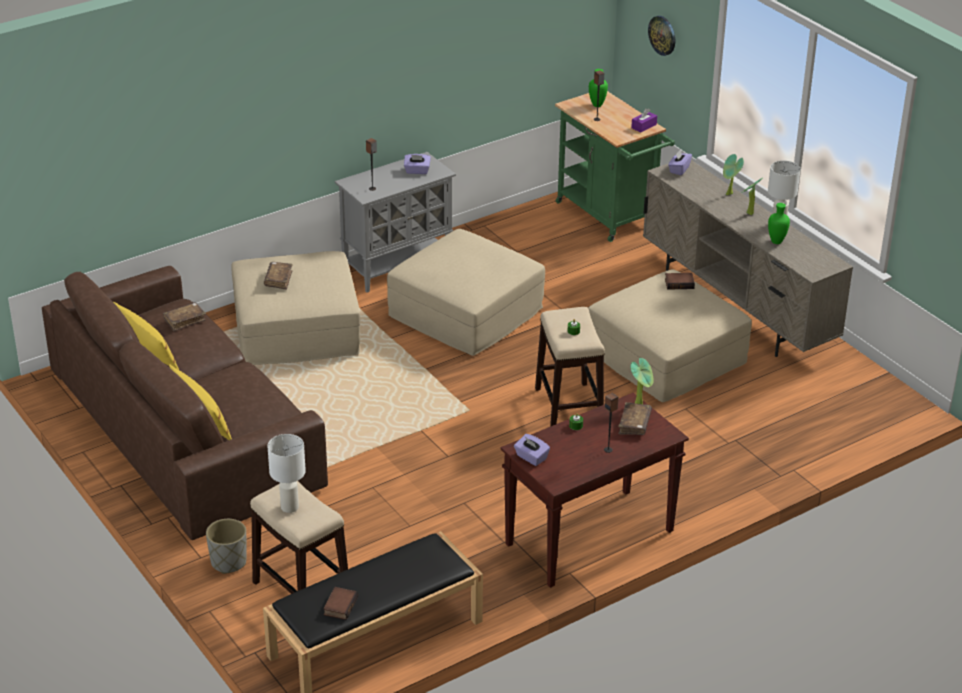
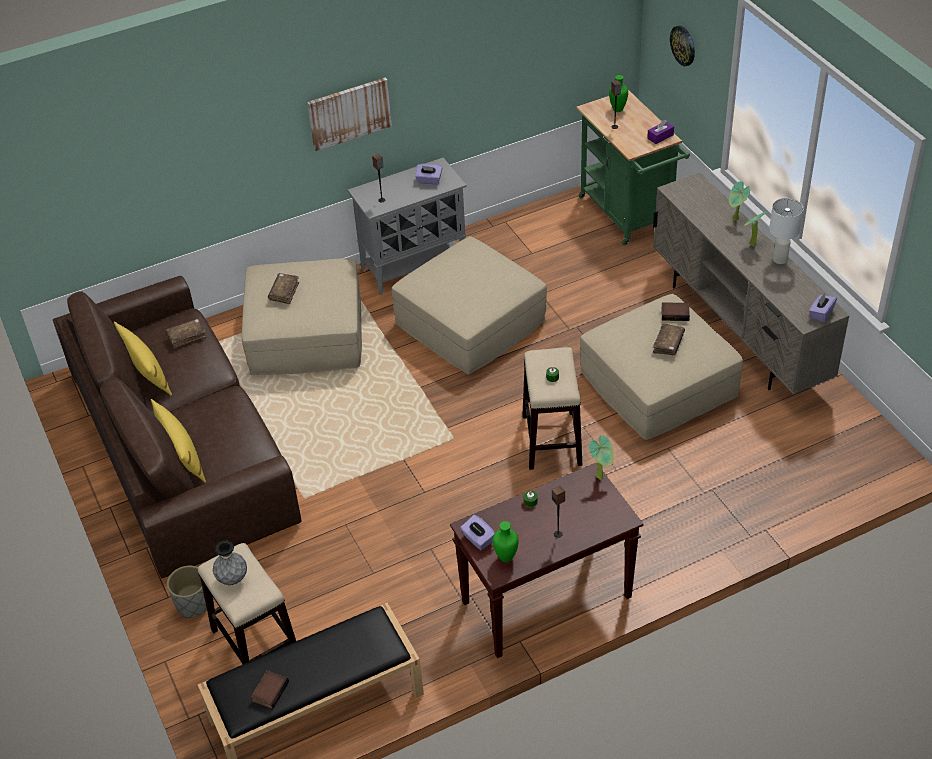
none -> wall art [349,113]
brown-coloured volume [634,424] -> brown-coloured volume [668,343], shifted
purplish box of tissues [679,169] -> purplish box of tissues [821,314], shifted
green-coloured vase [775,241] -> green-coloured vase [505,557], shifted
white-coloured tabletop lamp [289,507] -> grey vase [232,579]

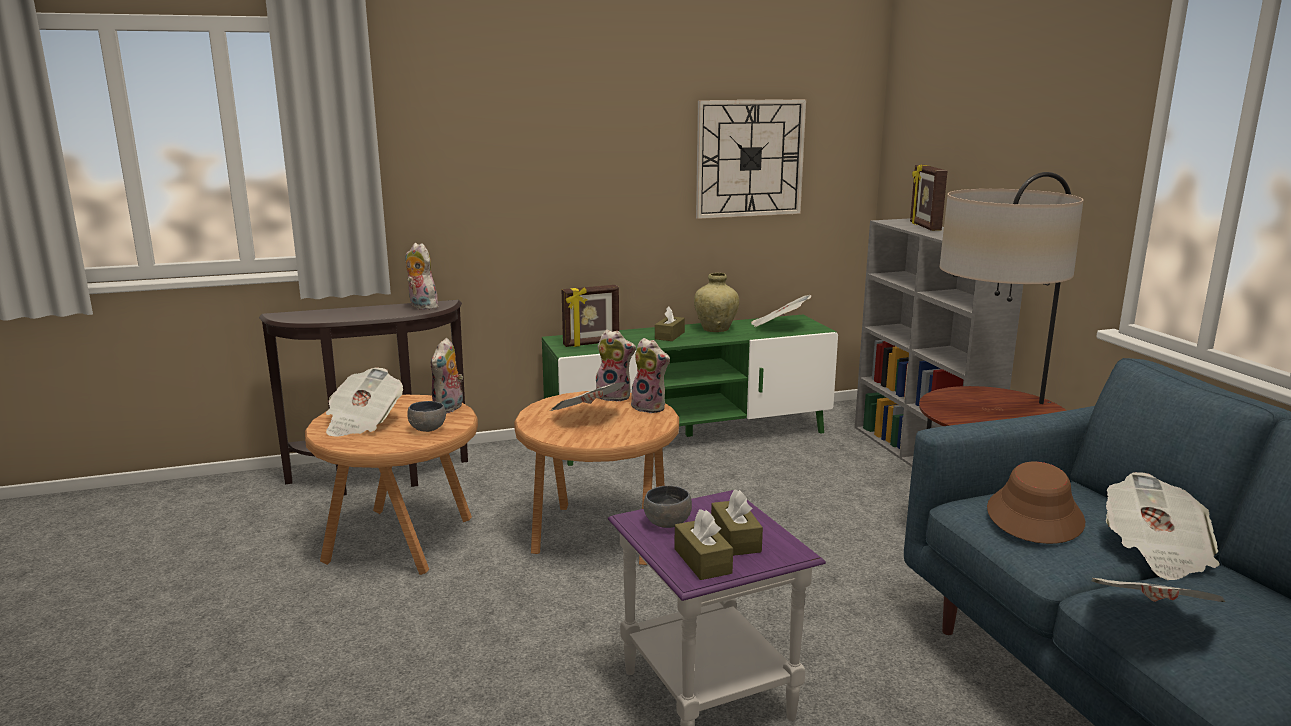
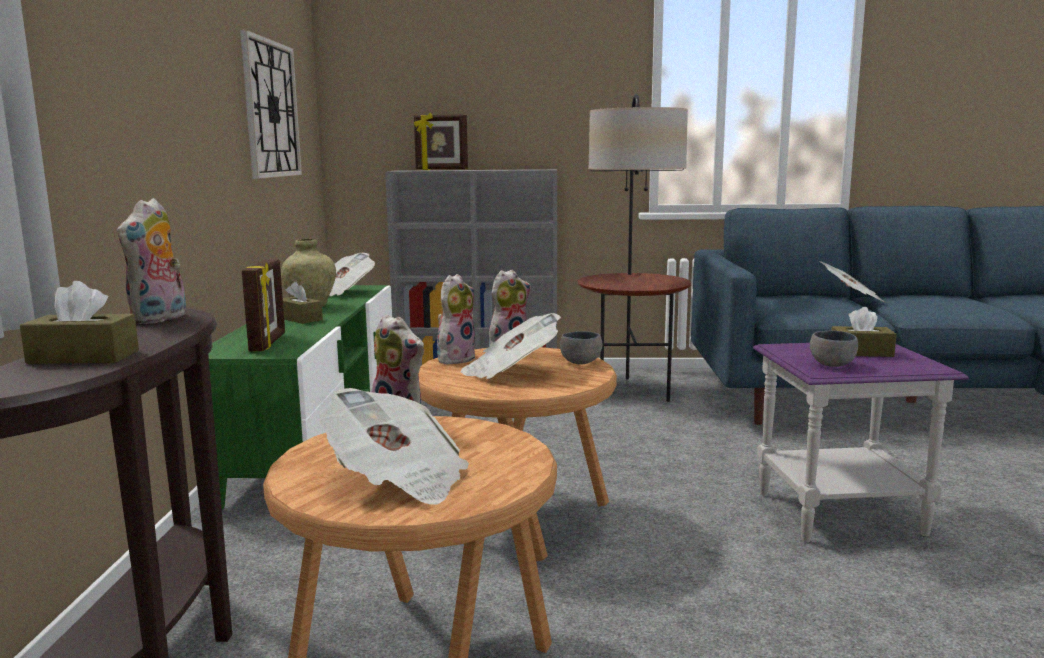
brown-coloured hat [1035,516] -> none
printed paper [1149,618] -> none
grey bowl [429,429] -> grey bowl [579,362], shifted
brown-coloured box of tissues [702,561] -> brown-coloured box of tissues [83,357], shifted
plush toy [421,307] -> plush toy [160,319], 45 degrees counterclockwise

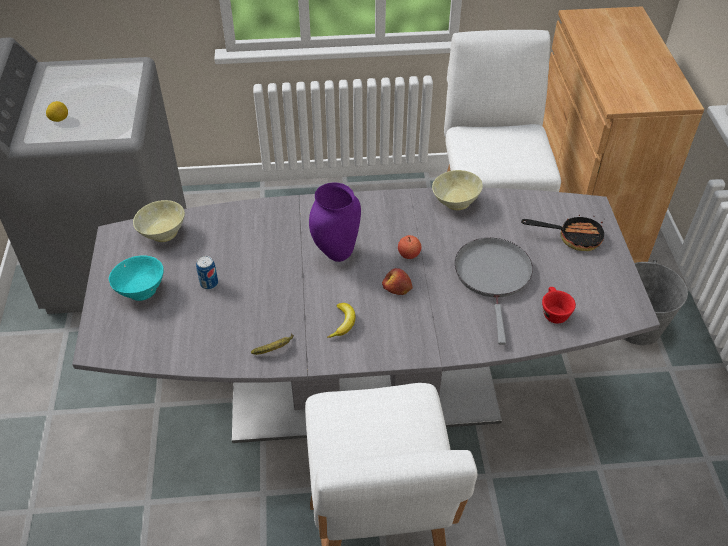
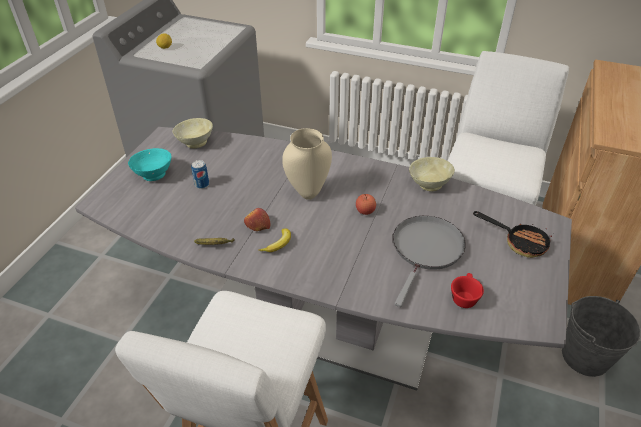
apple [397,288] -> apple [257,225], shifted
purplish vase [337,255] -> sand-coloured vase [308,194]

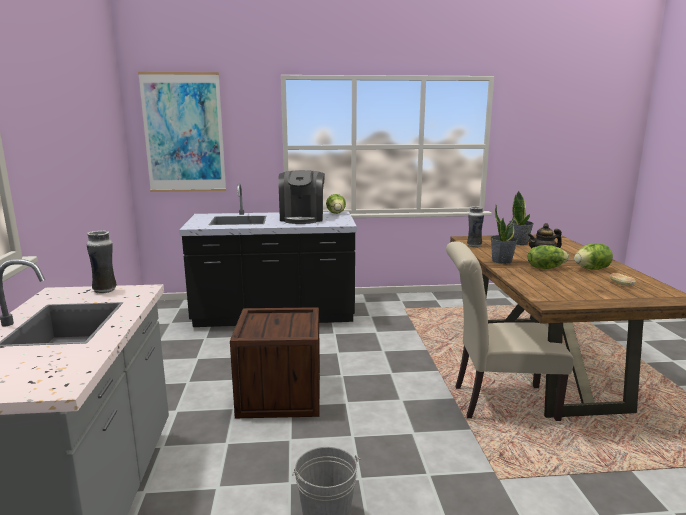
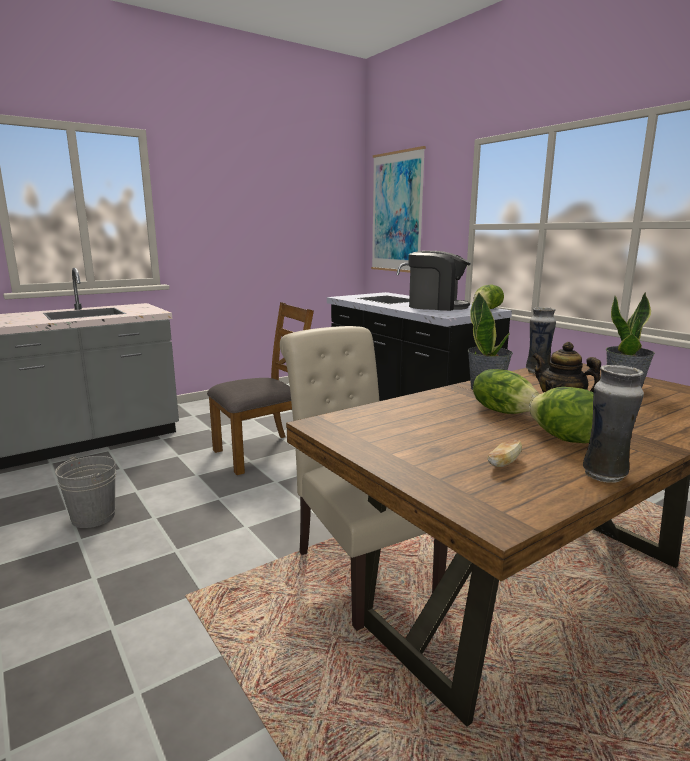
vase [105,290] -> vase [605,475], shifted
shipping crate [280,395] -> brown-coloured plain chair [263,453]
coffee machine [302,218] -> coffee machine [436,306], 135 degrees counterclockwise

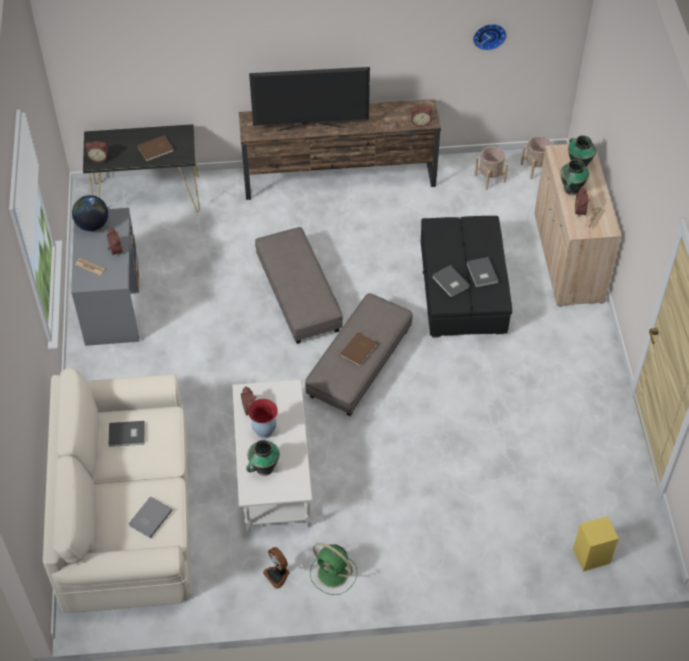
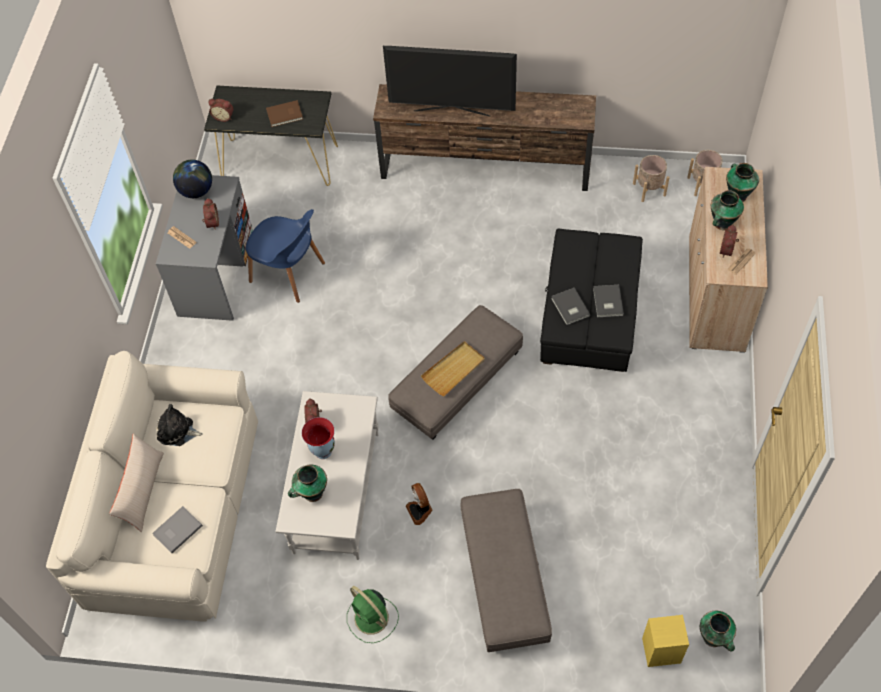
table clock [420,122] -> none
wall clock [489,35] -> none
none -> sand-coloured throw pillow [142,491]
none -> blue plain chair [289,273]
none -> vase [713,638]
grey ottoman [298,294] -> grey ottoman [504,577], shifted
cooling fan [278,575] -> cooling fan [420,510], shifted
grey volume [127,435] -> plush toy [177,431]
brown-coloured volume [359,350] -> sand-coloured serving tray [454,370]

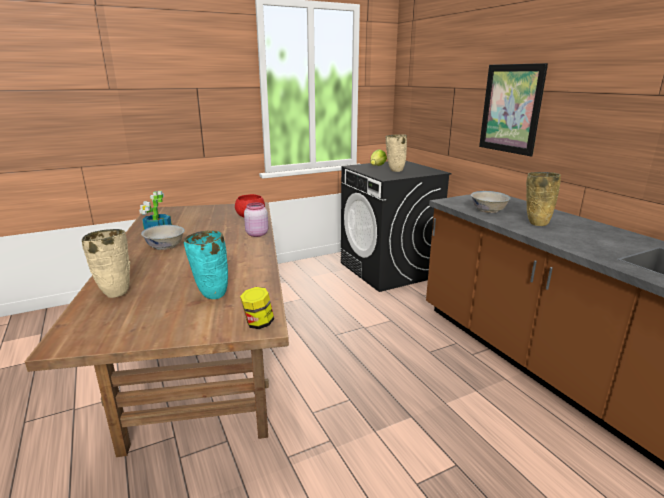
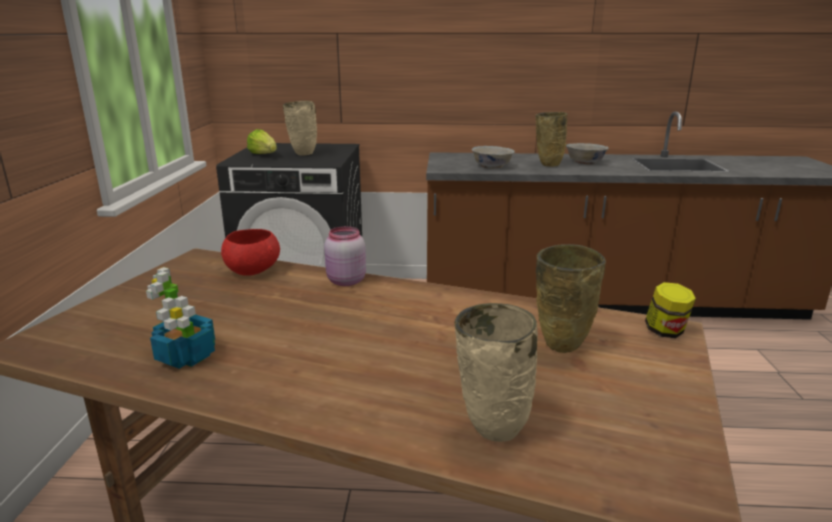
wall art [511,109] -> none
white-coloured bowl [165,246] -> white-coloured bowl [585,162], shifted
blue-green vase [211,295] -> sand-coloured vase [560,348]

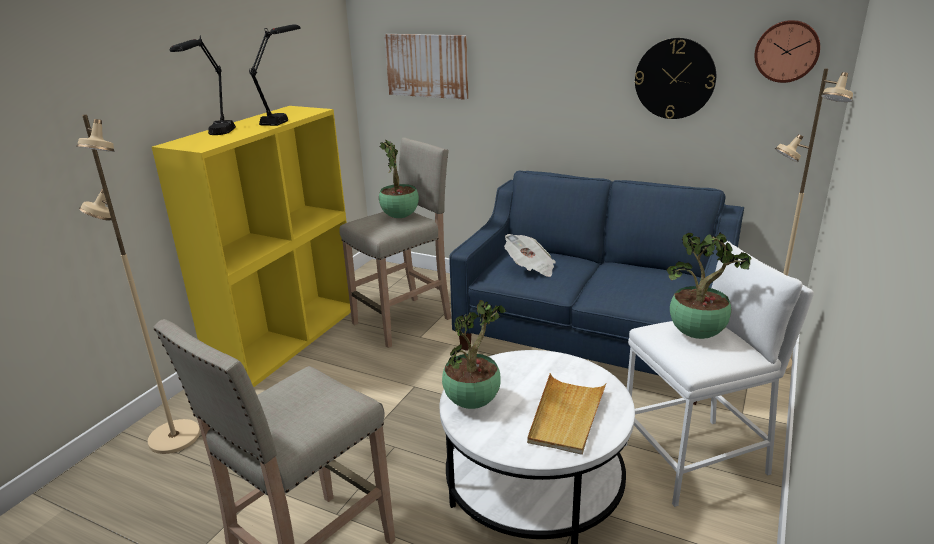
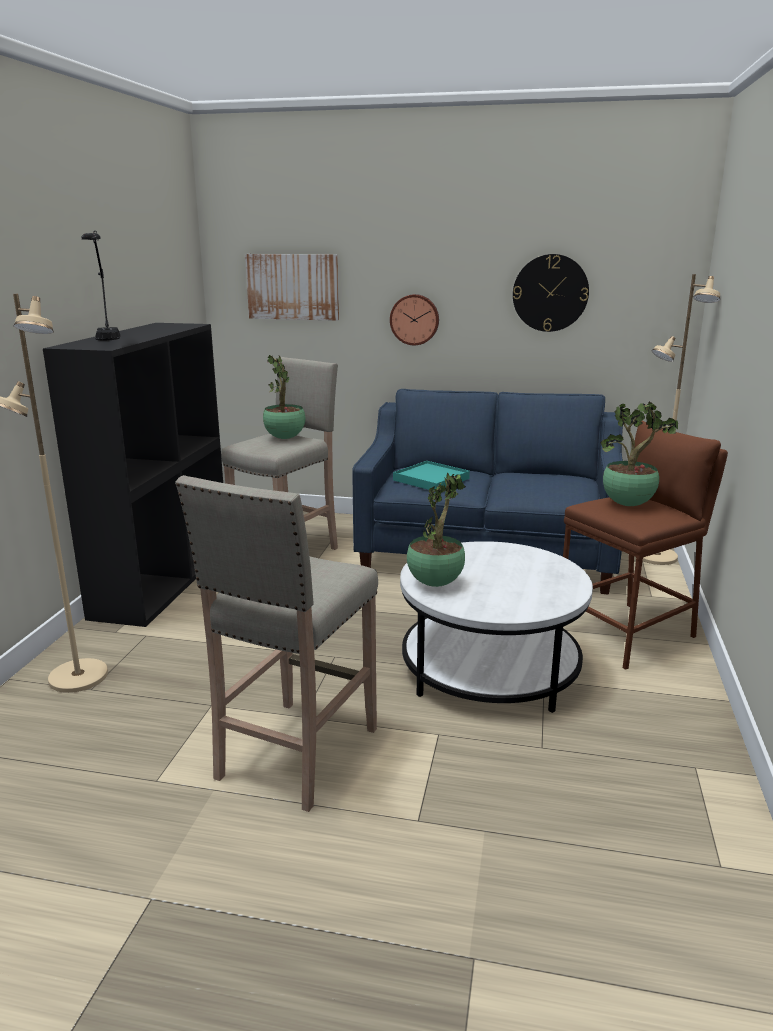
blackish tabletop lamp [285,117] -> none
sand-coloured serving tray [566,416] -> none
wall clock [787,51] -> wall clock [414,319], shifted
printed paper [530,268] -> blue-green serving tray [431,479]
yellowish bookshelf [287,338] -> blackish bookshelf [163,579]
white-coloured stool seat [695,460] -> brown-coloured stool seat [627,634]

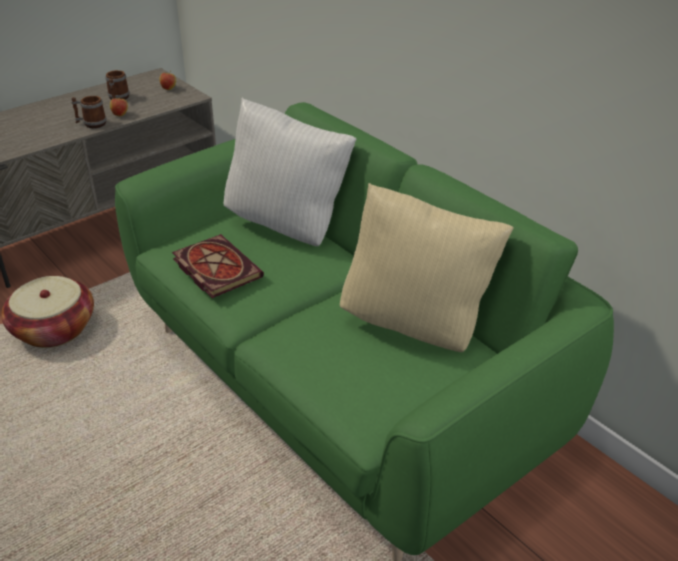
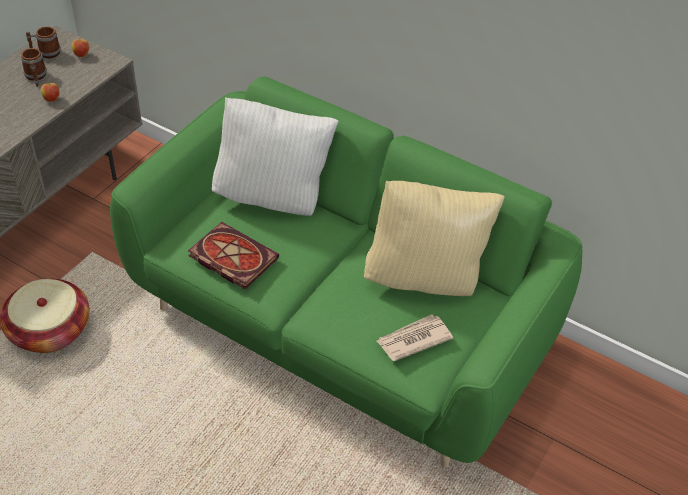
none -> printed paper [413,339]
tea mug [91,124] -> tea mug [45,53], shifted

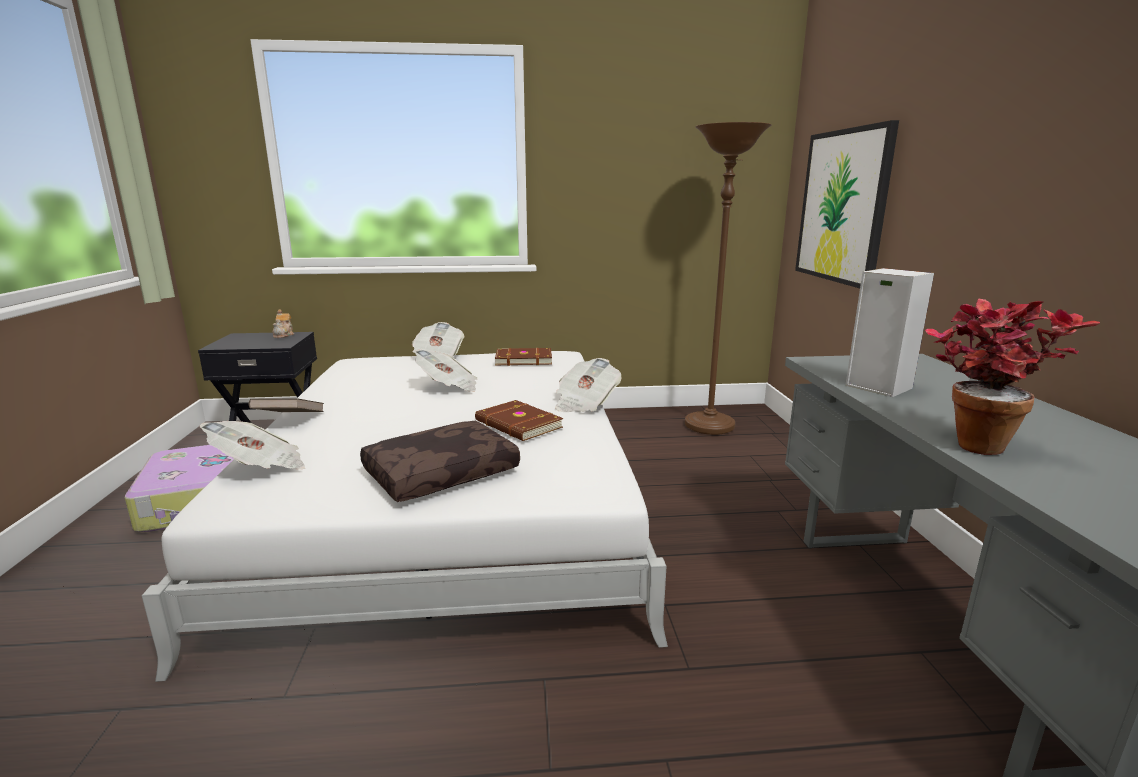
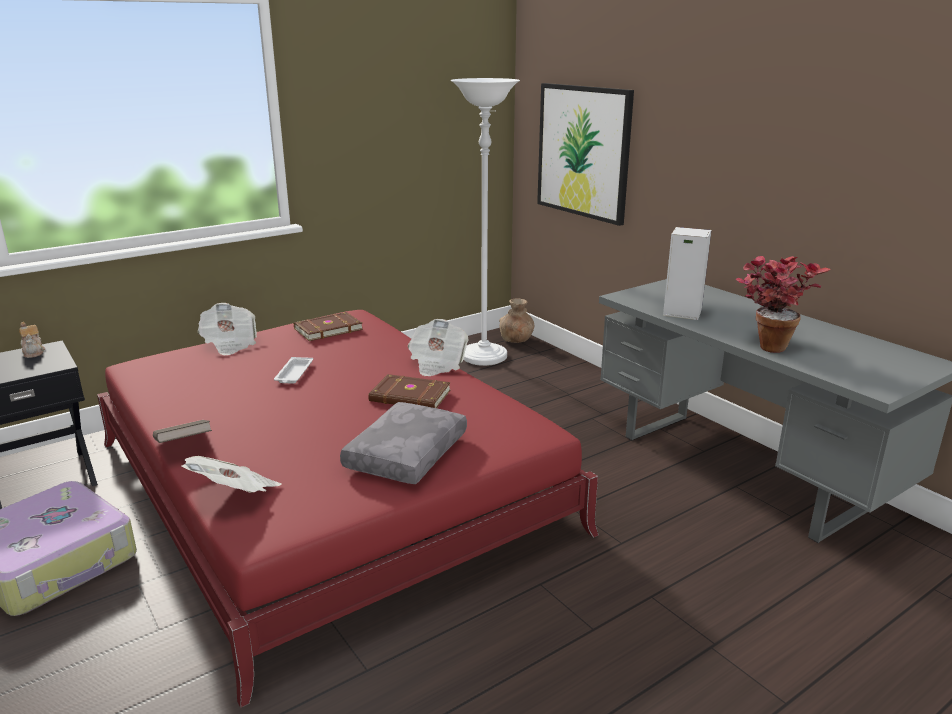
none -> brown-coloured vase [516,340]
printed paper [449,387] -> white-coloured serving tray [294,374]
white-coloured bed [451,502] -> red bed [327,486]
brown-coloured throw pillow [441,473] -> grey throw pillow [405,453]
brown-coloured standing lamp [709,426] -> white-coloured standing lamp [484,357]

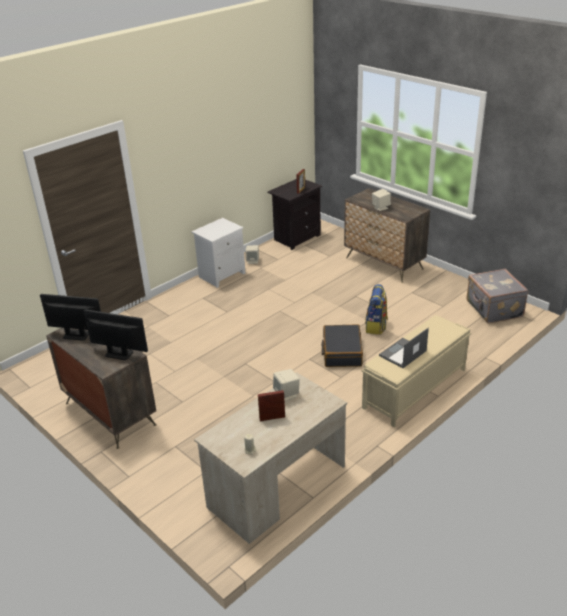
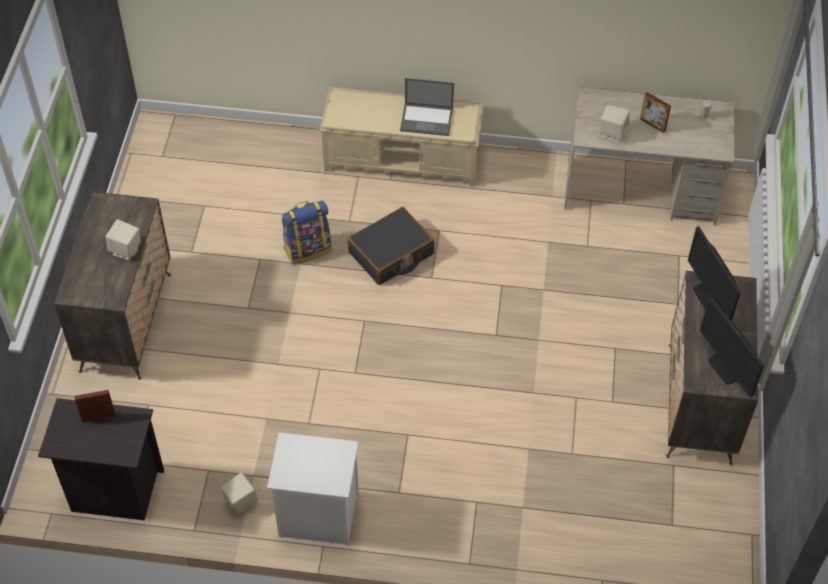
grey travel case [493,309] -> none

